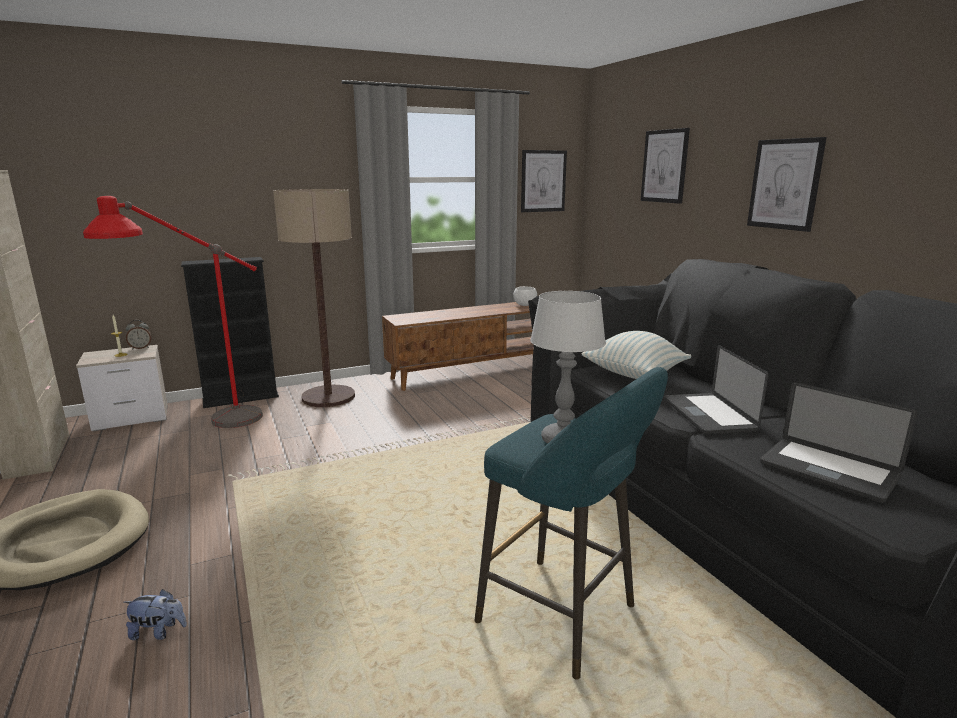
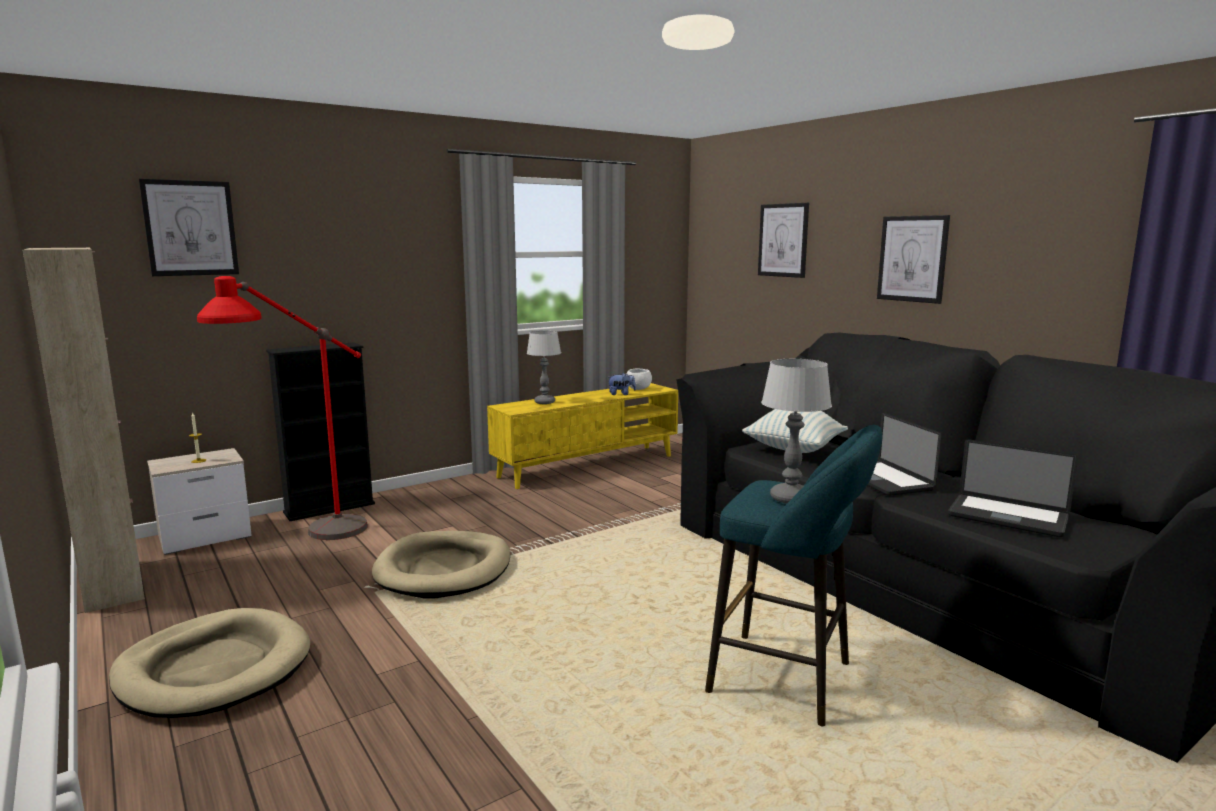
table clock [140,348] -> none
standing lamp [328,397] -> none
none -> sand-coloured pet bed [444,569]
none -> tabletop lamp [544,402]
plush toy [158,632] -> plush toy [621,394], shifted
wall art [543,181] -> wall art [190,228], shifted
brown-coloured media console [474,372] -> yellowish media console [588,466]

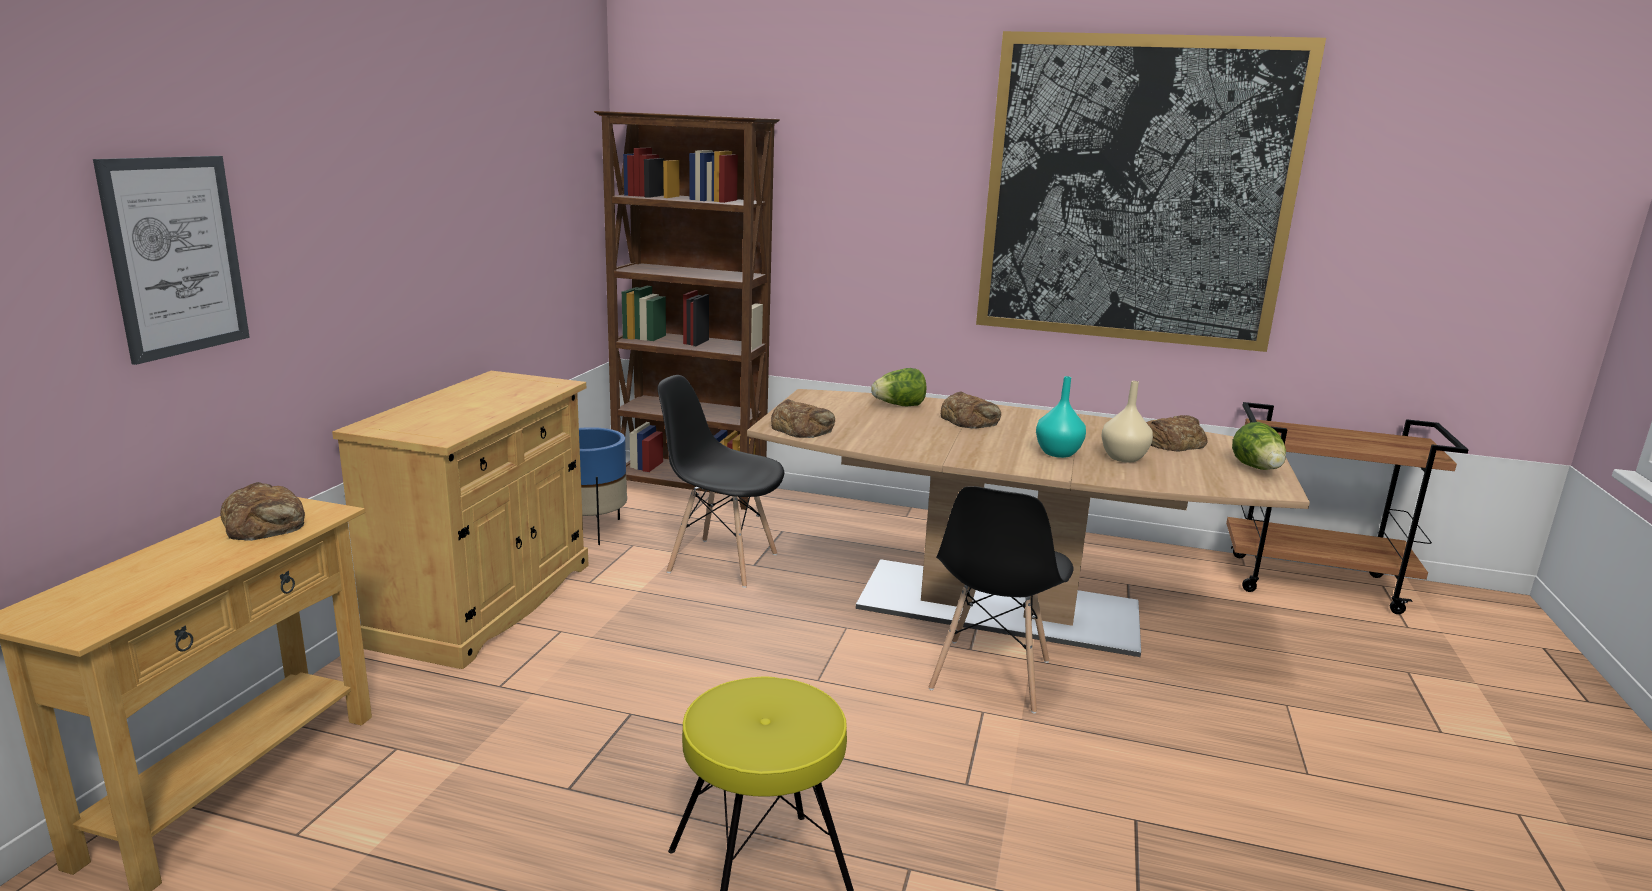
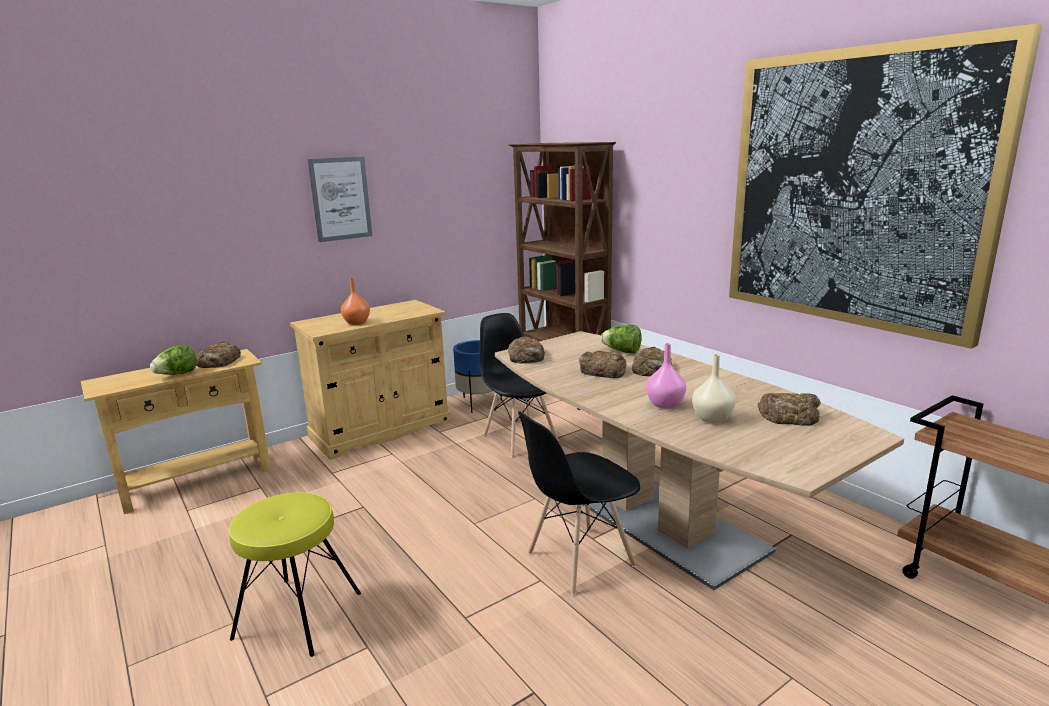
none -> orange-coloured vase [356,322]
none -> baked bread [602,371]
wall art [176,256] -> wall art [341,199], shifted
head of lettuce [1258,469] -> head of lettuce [177,374], shifted
blue-green vase [1057,453] -> pink vase [664,404]

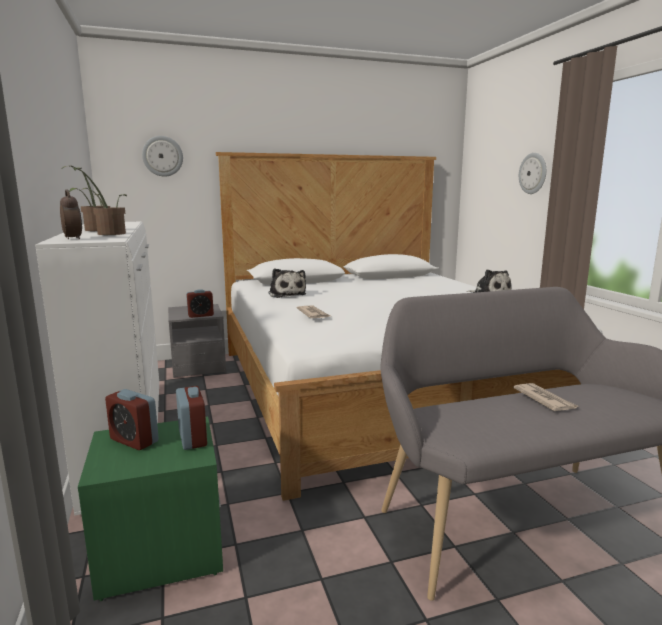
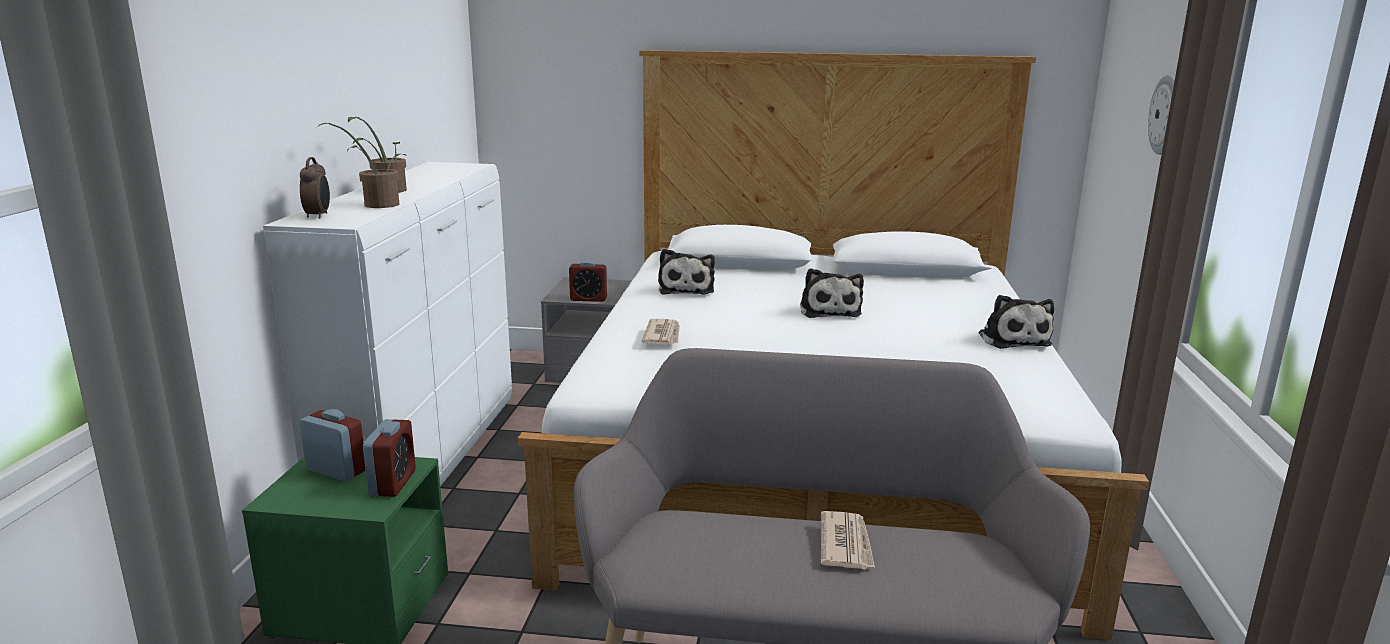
wall clock [162,156] -> none
none -> plush toy [829,311]
table clock [134,440] -> table clock [336,471], 150 degrees clockwise

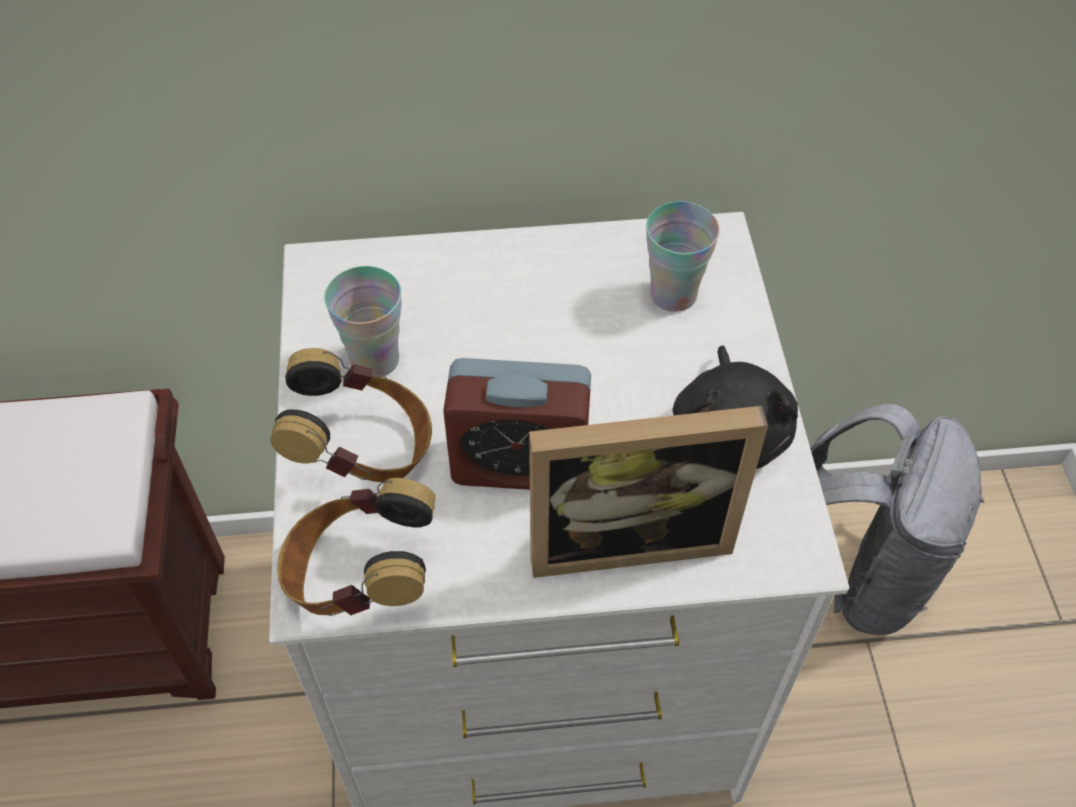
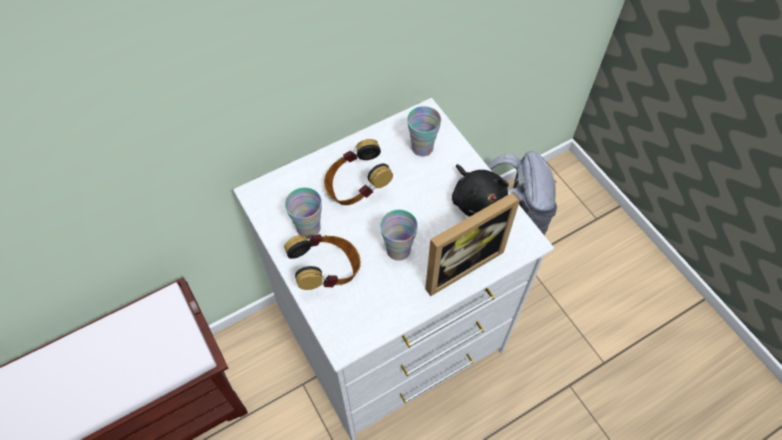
headset [360,577] -> headset [356,188], shifted
table clock [519,464] -> drinking cup [398,250]

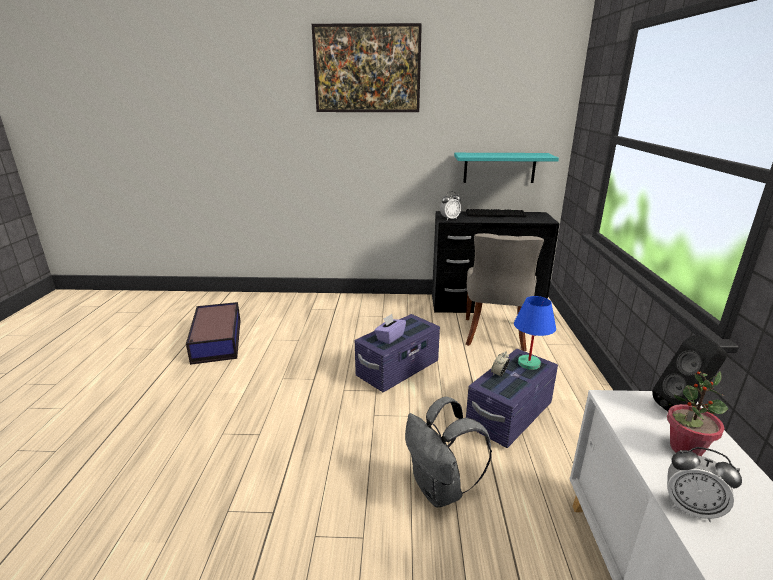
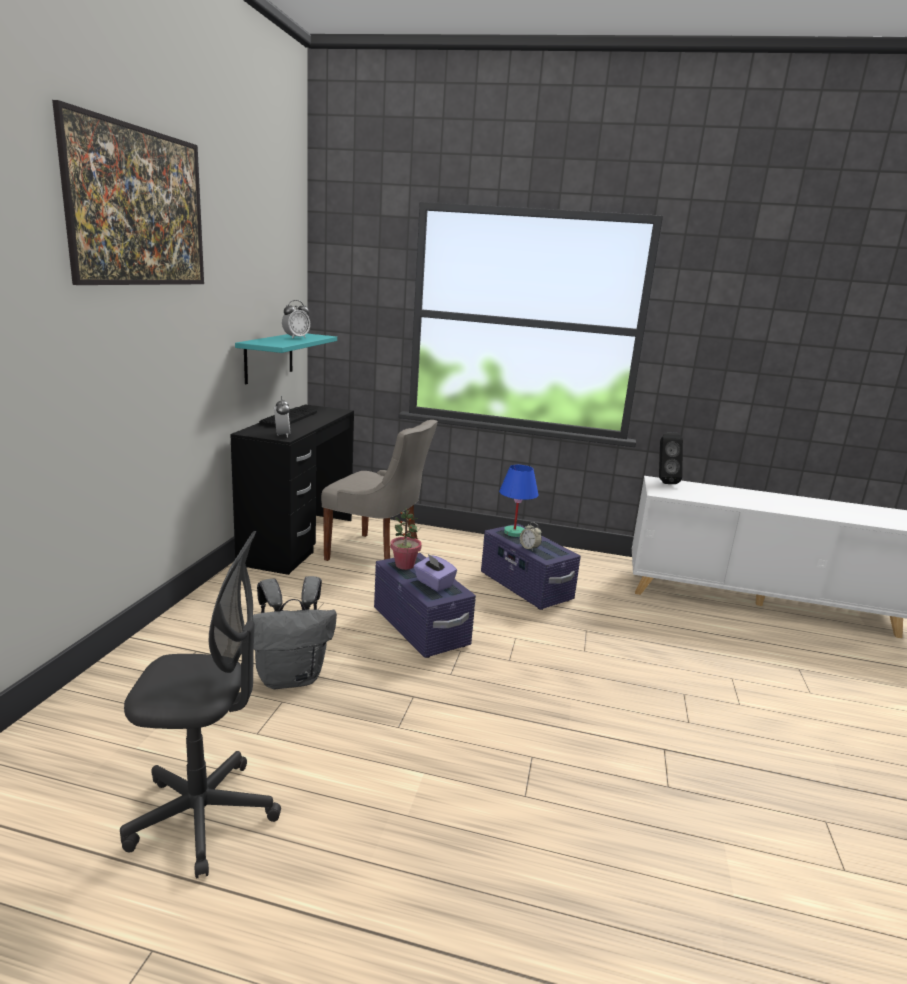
grey knapsack [440,490] -> grey knapsack [291,677], shifted
plant in a pot [685,448] -> plant in a pot [404,565], shifted
table clock [691,508] -> table clock [296,337], shifted
storage container [216,341] -> grey office chair [203,816]

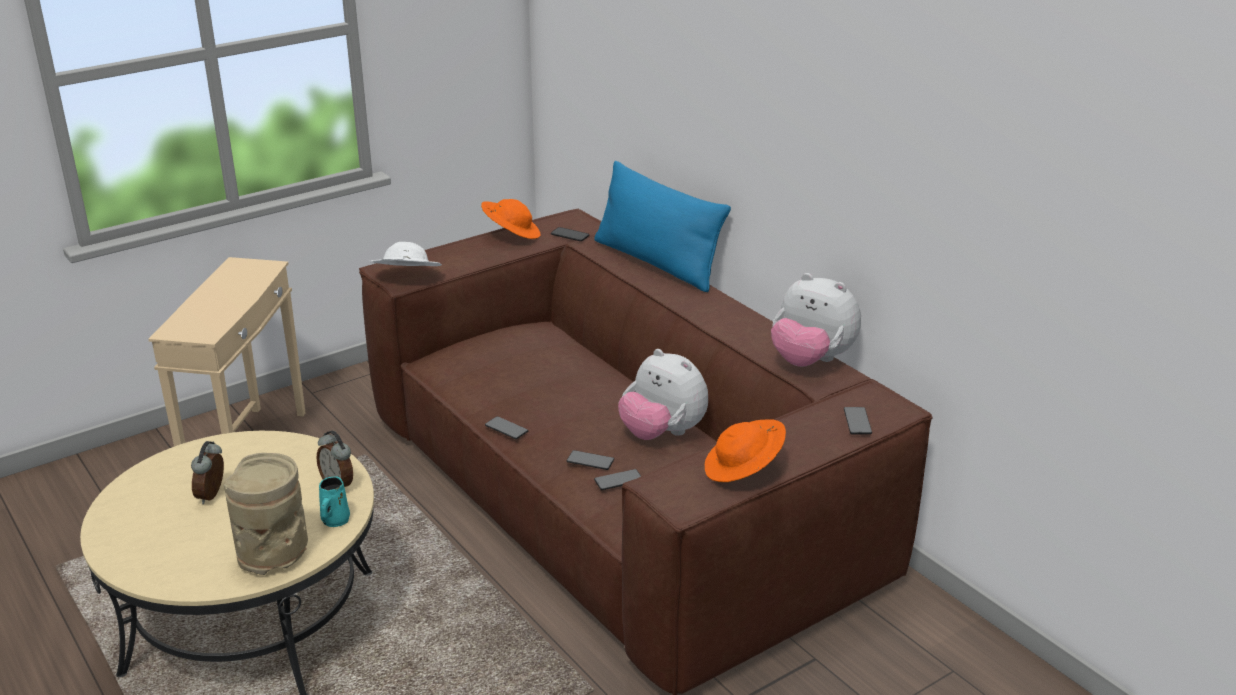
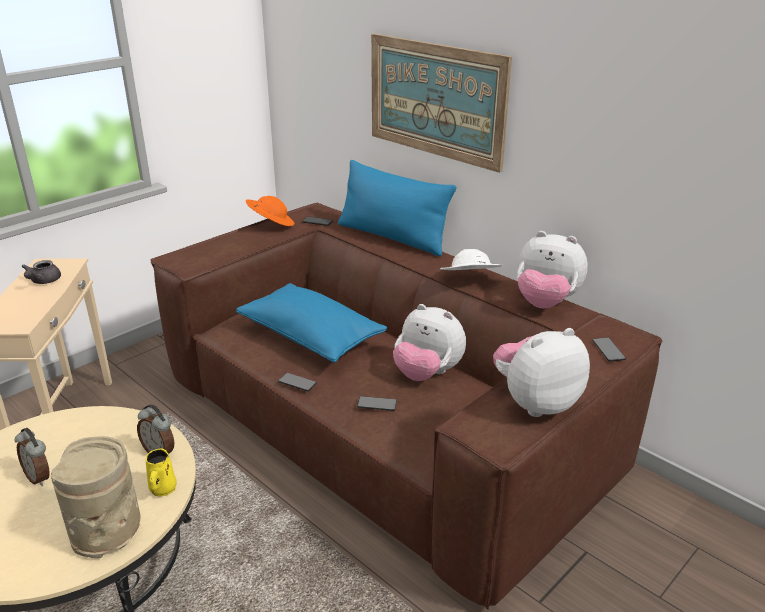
phone [618,480] -> none
none -> grey pot for tea [43,281]
none -> blue throw pillow [310,337]
none -> wall art [436,100]
white-coloured hat [406,278] -> white-coloured hat [469,281], shifted
orange-coloured hat [743,469] -> plush toy [535,403]
blue-green tea mug [335,521] -> yellowish tea mug [162,489]
table clock [213,495] -> table clock [39,477], 45 degrees counterclockwise

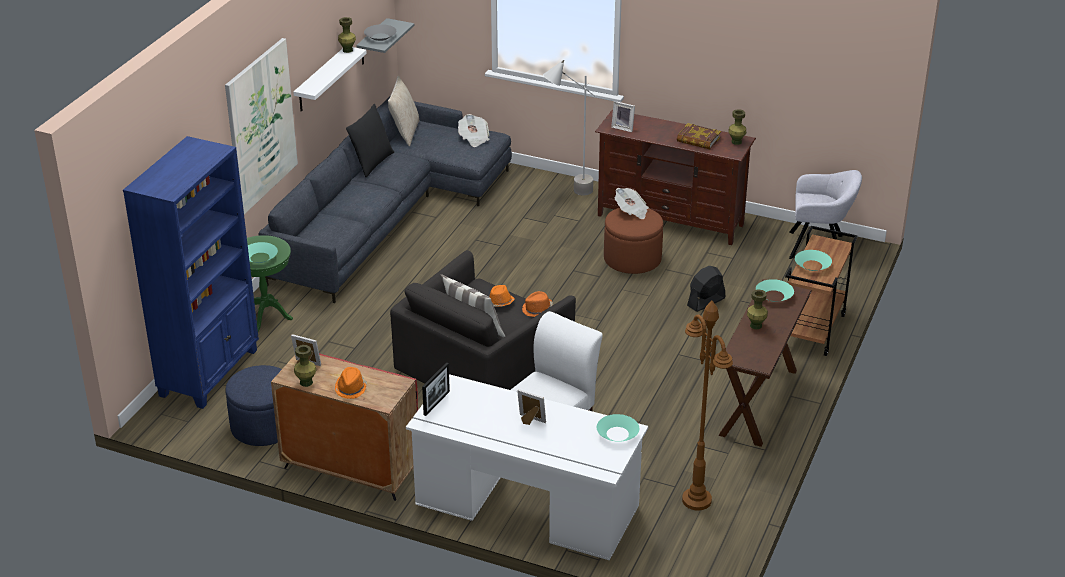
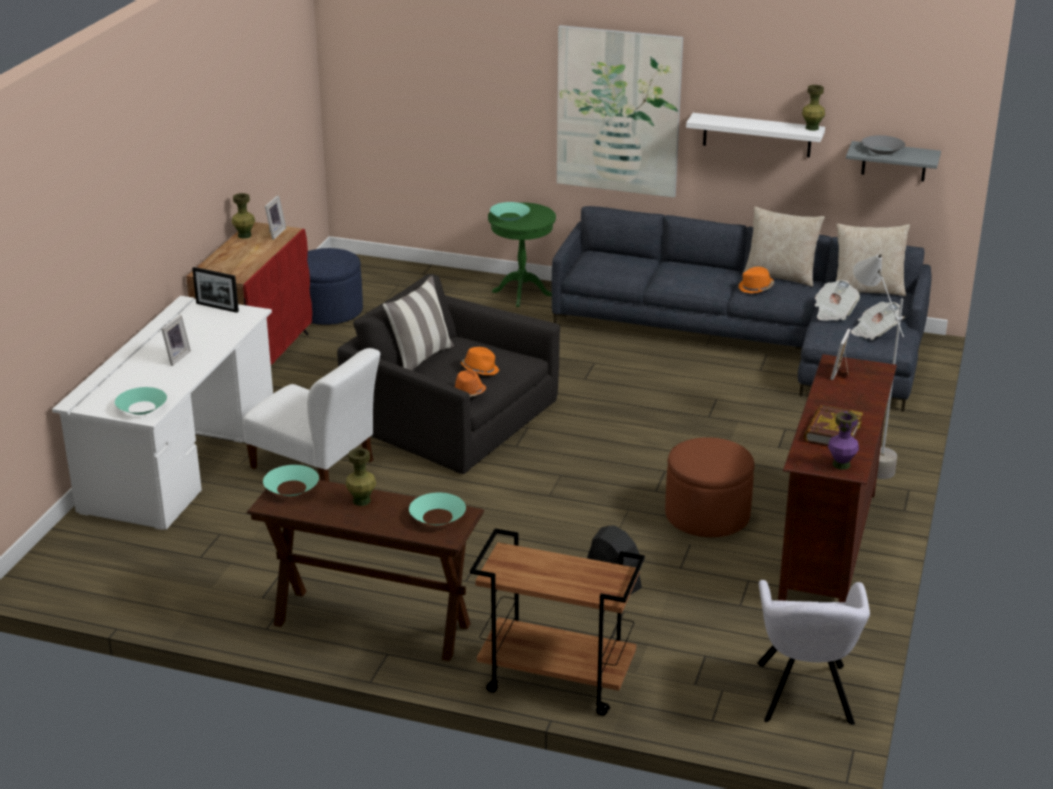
blue bookshelf [210,372] -> none
brown-coloured standing lamp [697,500] -> none
orange-coloured hat [351,388] -> orange-coloured hat [756,288], shifted
printed paper [631,211] -> printed paper [833,312], shifted
blue-green bowl [812,265] -> blue-green bowl [291,488], shifted
blackish throw pillow [371,163] -> sand-coloured throw pillow [780,276]
green-coloured vase [736,142] -> purplish vase [841,465]

